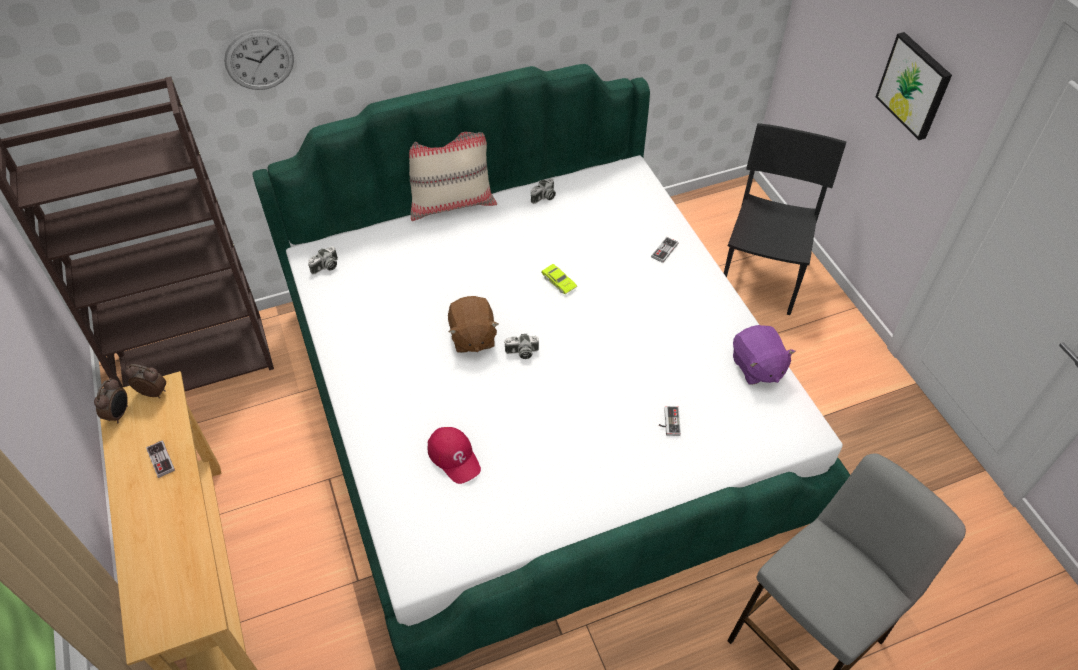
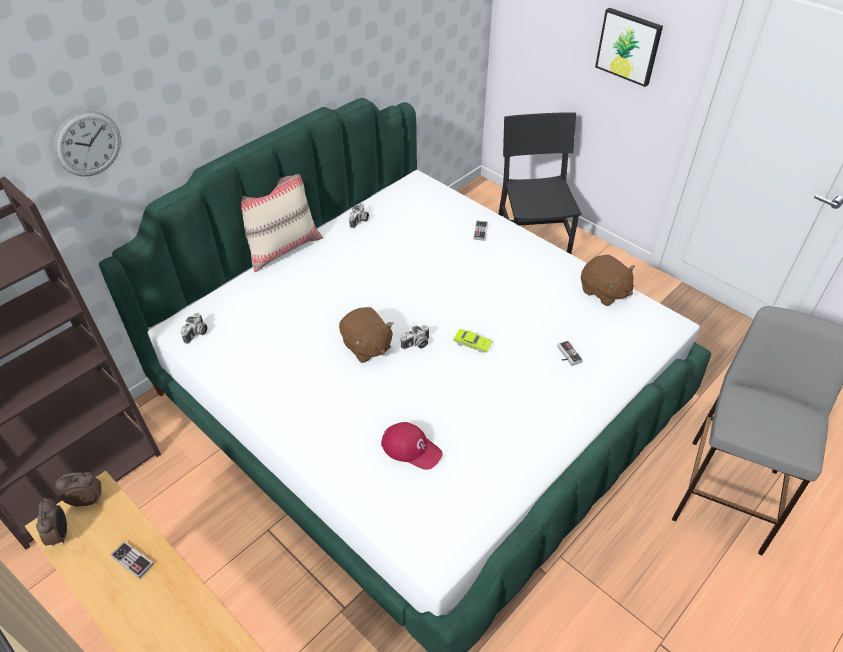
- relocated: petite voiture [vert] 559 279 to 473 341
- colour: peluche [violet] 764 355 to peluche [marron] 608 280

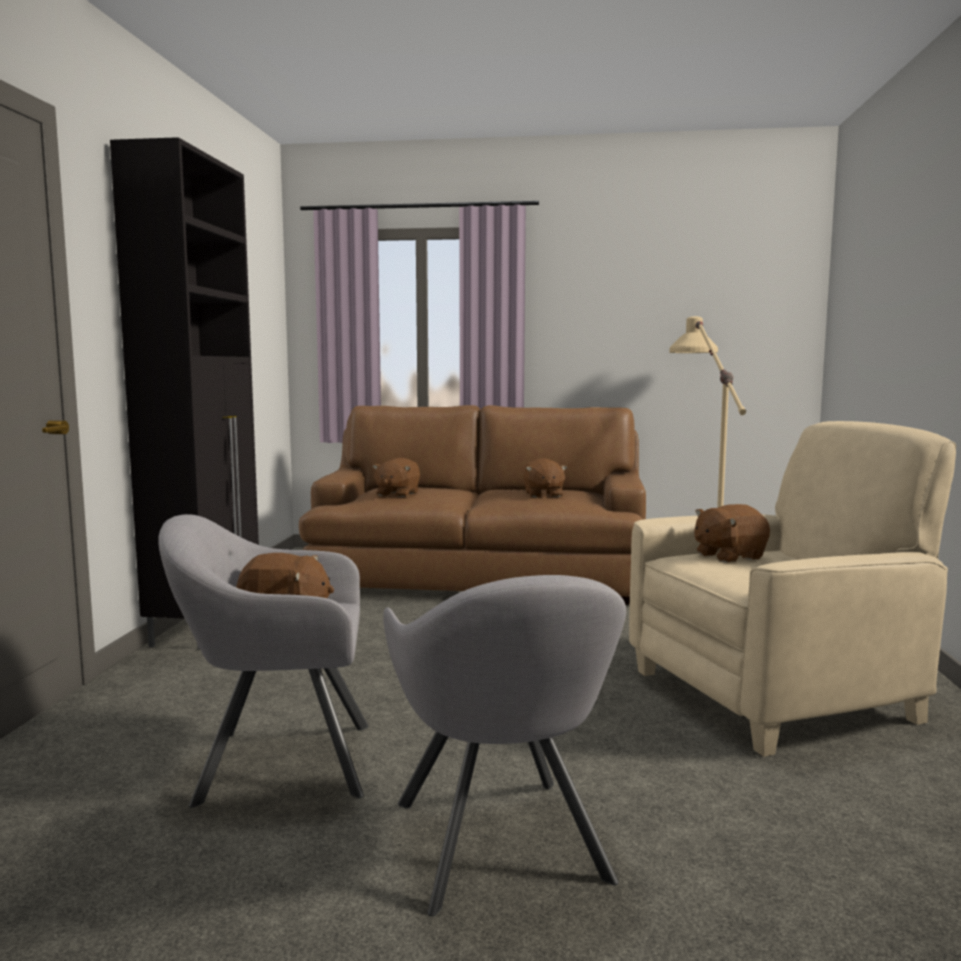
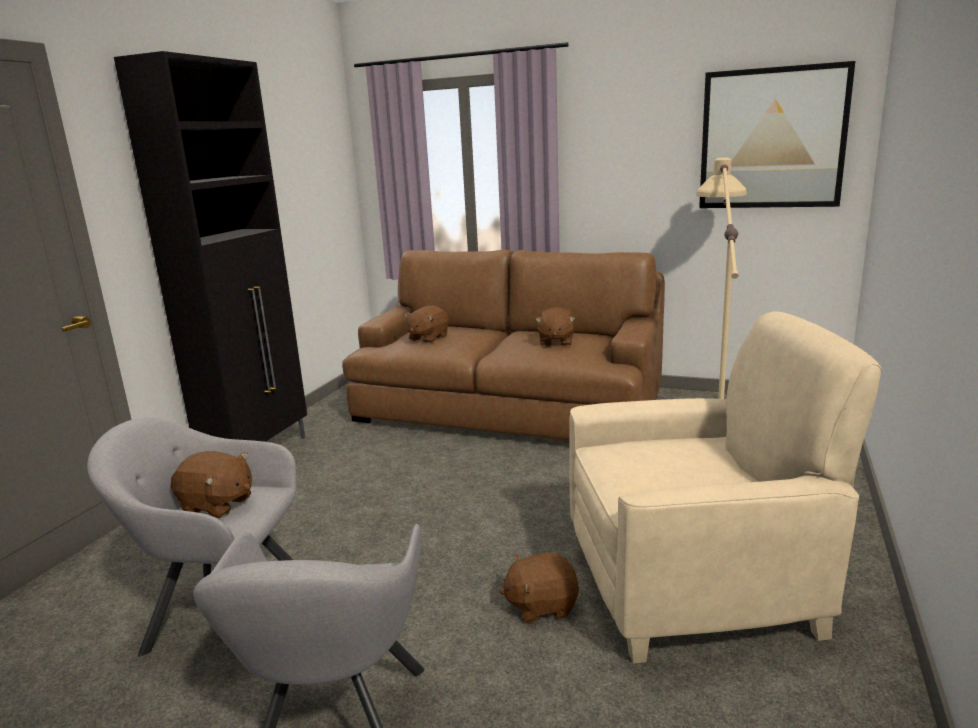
- appeared: tableau 777 134
- relocated: peluche [marron] 732 533 to 539 587

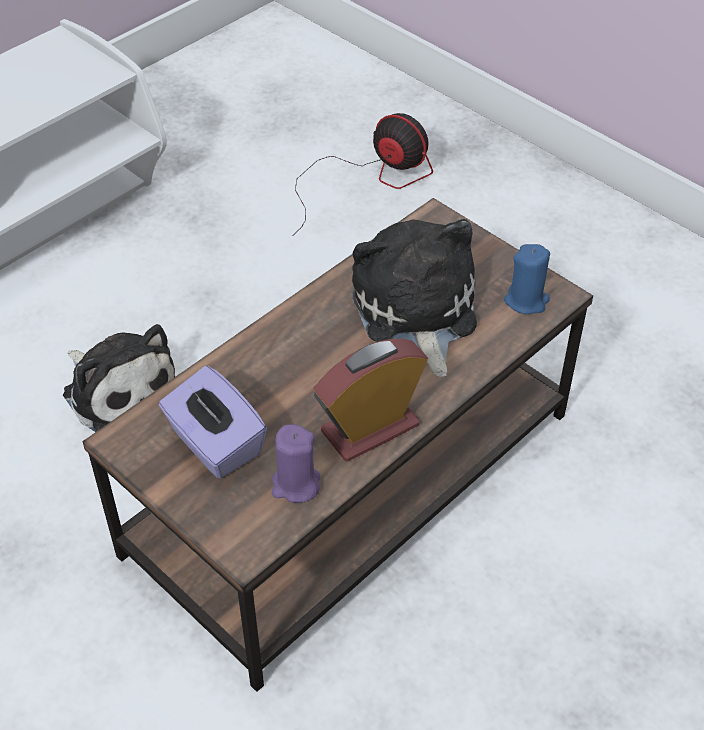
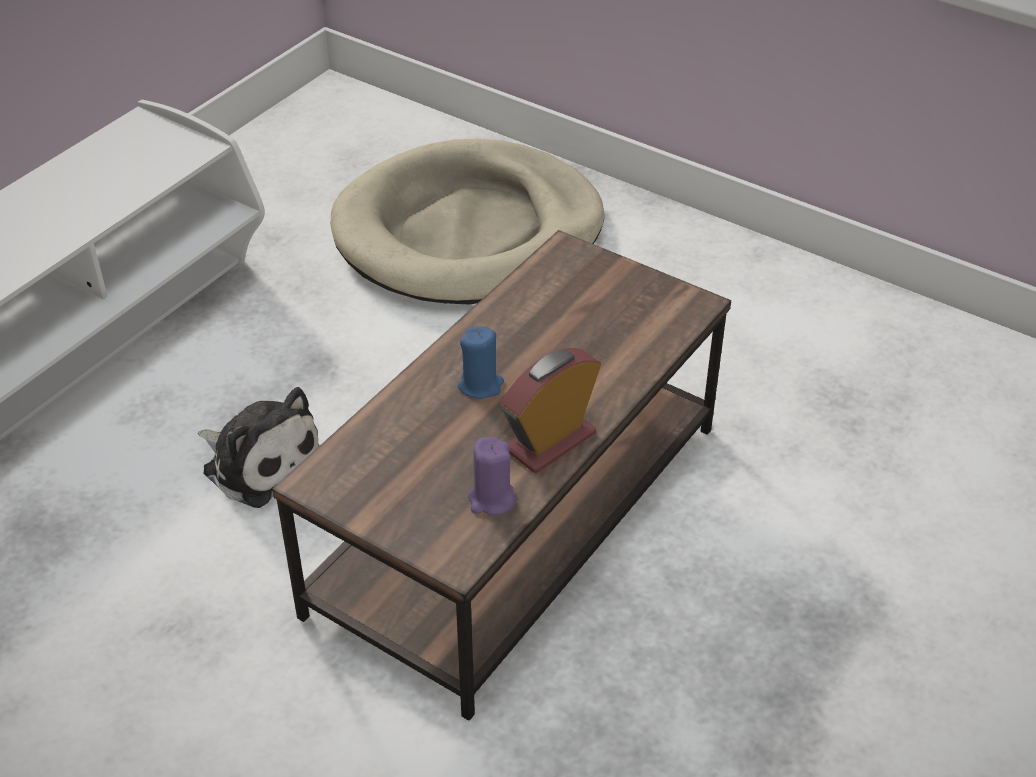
- missing: boîte à mouchoirs [violet] 213 422
- missing: peluche 414 298
- relocated: bougie [bleu] 527 279 to 481 362
- exchanged: ventilateur 362 174 to panier pour chien [beige] 467 221

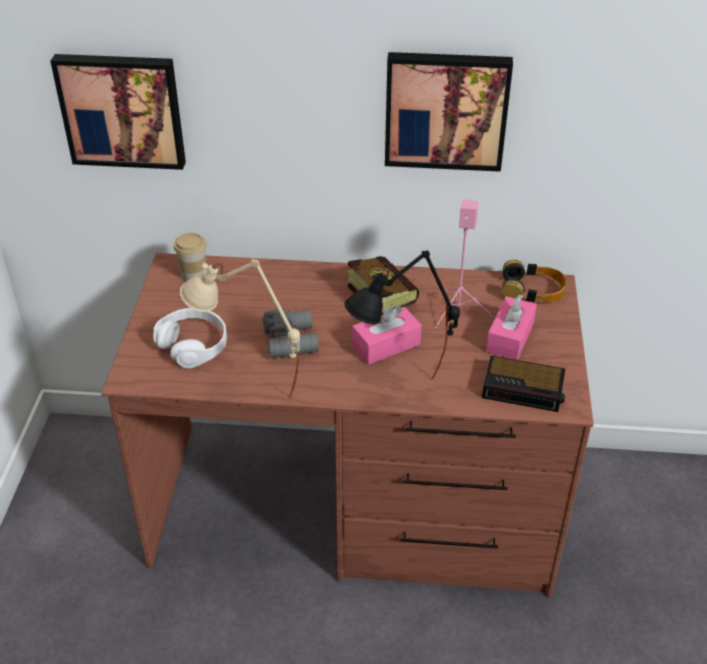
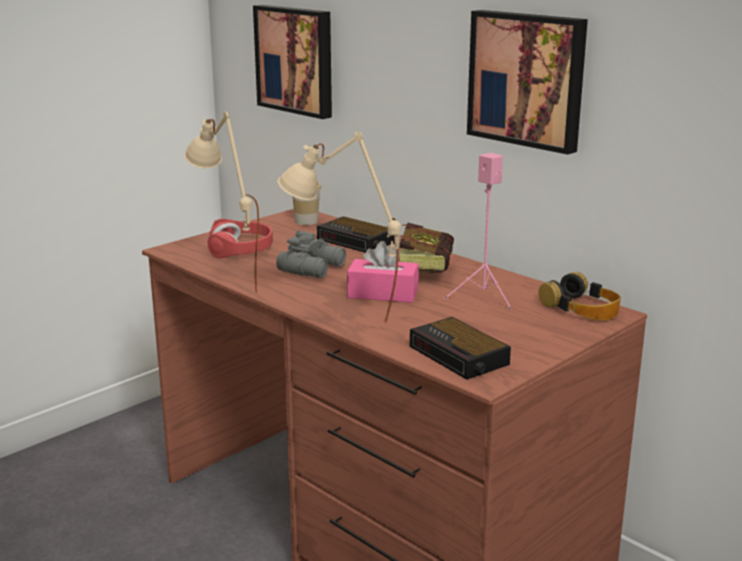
- missing: boîte à mouchoirs [rose] 511 327
- appeared: réveil 355 234
- colour: casque audio [blanc] 190 338 to casque audio [rouge] 240 238
- colour: lampe de table [noir] 402 315 to lampe de table [beige] 339 227

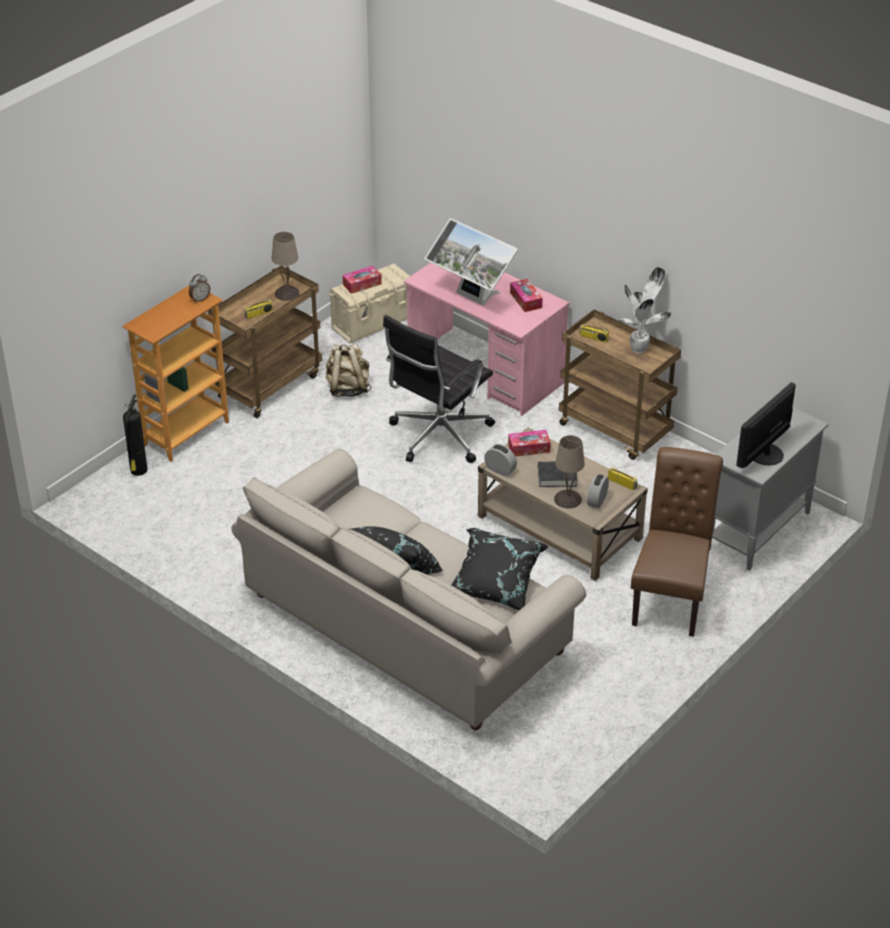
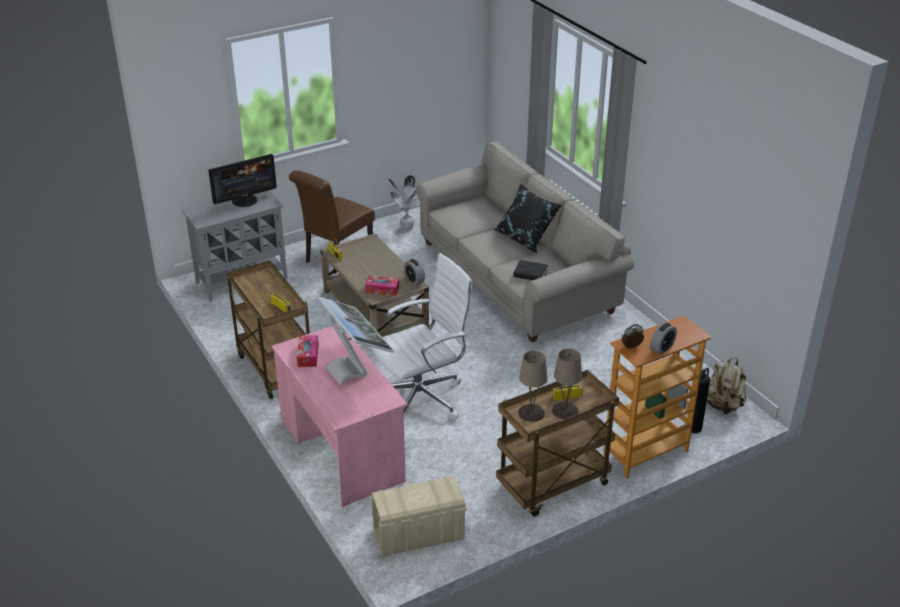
- missing: boîte à mouchoirs 362 280
- missing: coussin [noir] 500 569
- relocated: sac à dos [beige] 348 370 to 726 386
- relocated: livre [noir] 558 474 to 530 270
- relocated: lampe de table [beige] 569 471 to 567 384
- relocated: réveil 598 491 to 663 339
- relocated: plante en pot 644 310 to 404 203
- colour: chaise de bureau [noir] 439 389 to chaise de bureau [blanc] 422 336

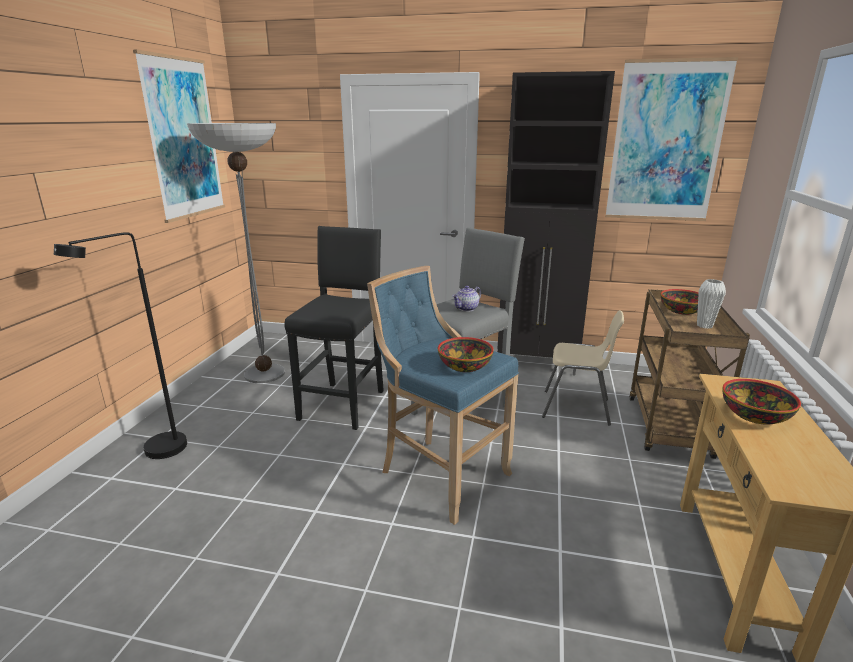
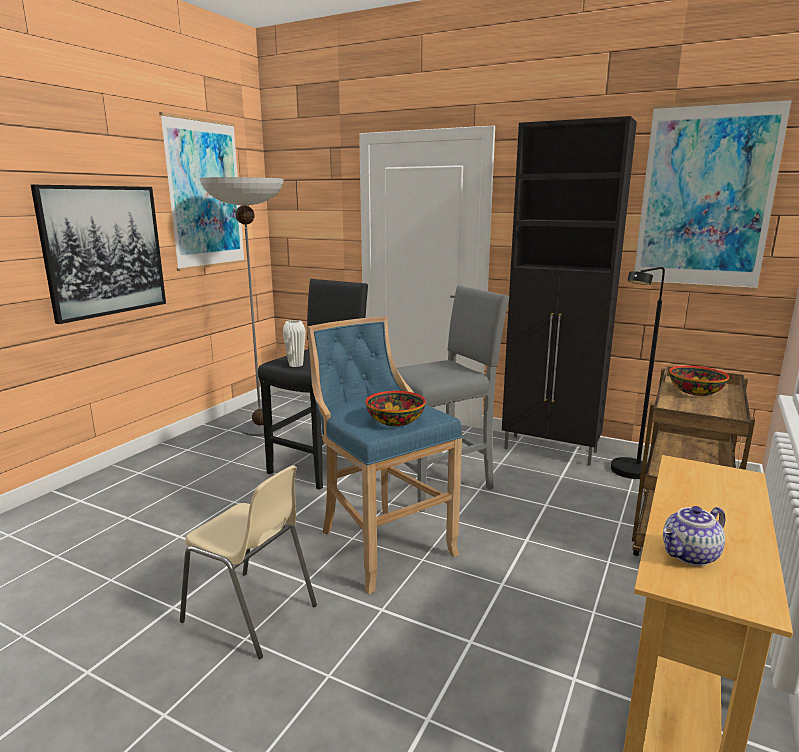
- missing: bol 761 402
- appeared: tableau 98 254
- relocated: lampadaire [noir] 120 345 to 638 373
- relocated: théière 466 299 to 694 536
- relocated: chaise [beige] 583 368 to 248 562
- relocated: vase [blanc] 711 304 to 294 343

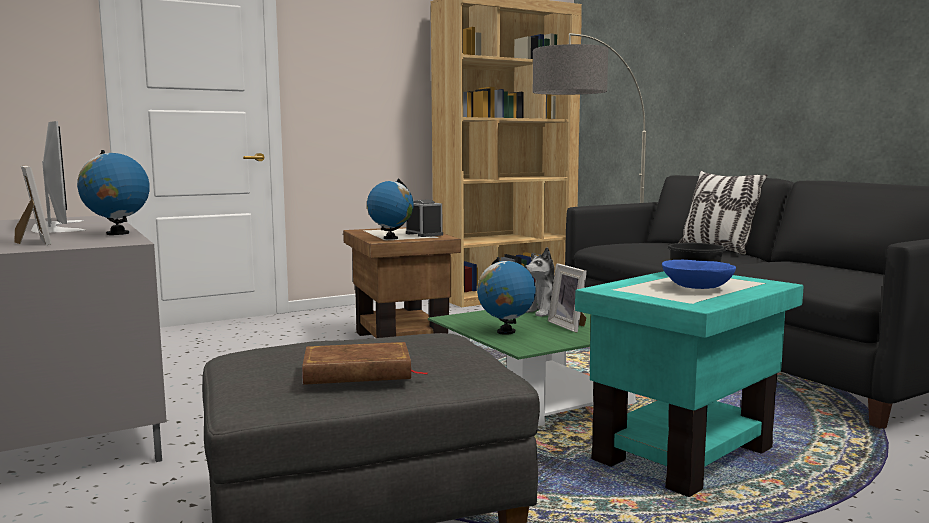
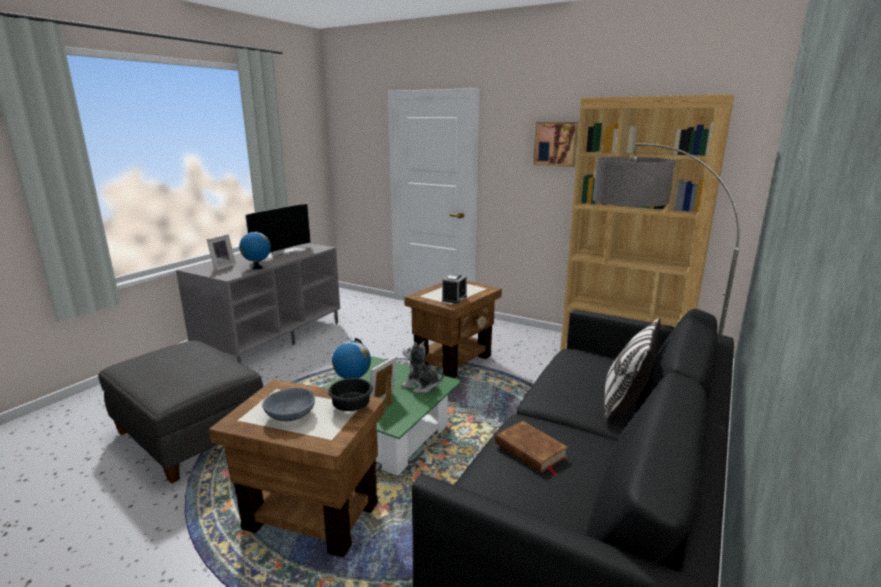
- missing: globe 390 209
- appeared: tableau 556 144
- relocated: livre [marron] 365 363 to 531 448
- colour: table d'appoint [turquoise] 689 384 to table d'appoint [marron] 297 468
- colour: bol [bleu] 699 274 to bol [gris] 288 404

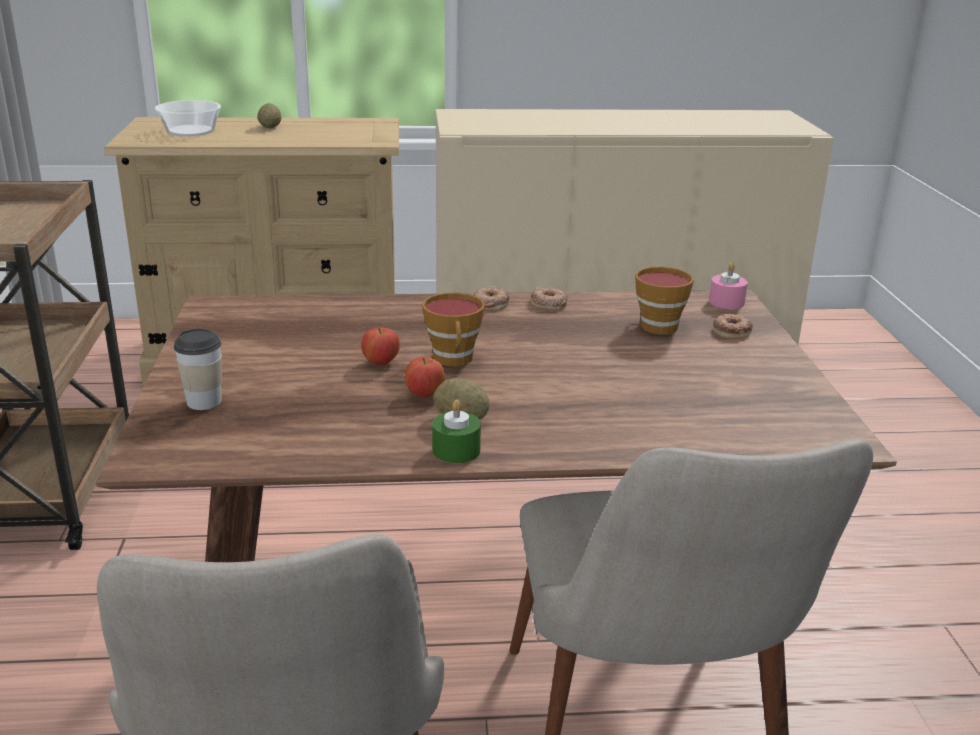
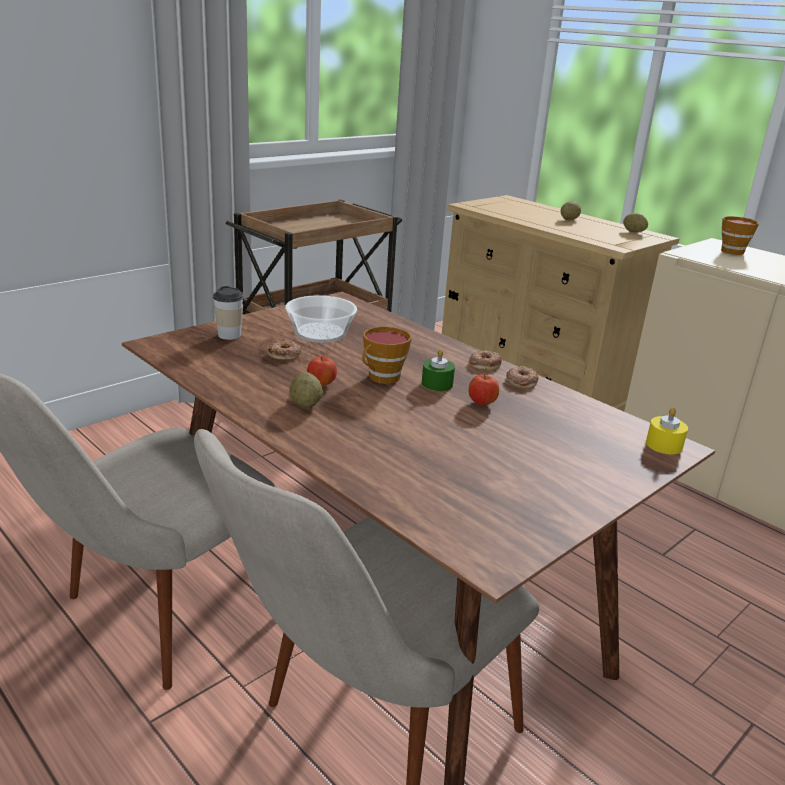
- appeared: pomme de terre 635 222
- relocated: bol 188 118 to 321 319
- relocated: pomme 380 346 to 484 390
- relocated: bougie [vert] 456 432 to 438 370
- relocated: tasse 664 301 to 740 235
- relocated: beignet 733 326 to 285 350
- colour: bougie [rose] 728 285 to bougie [jaune] 667 430

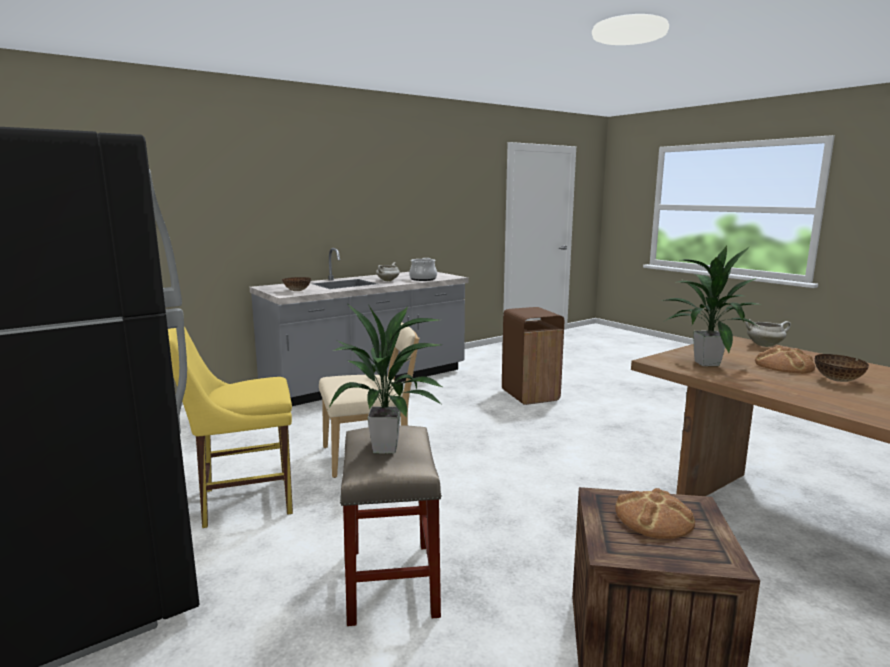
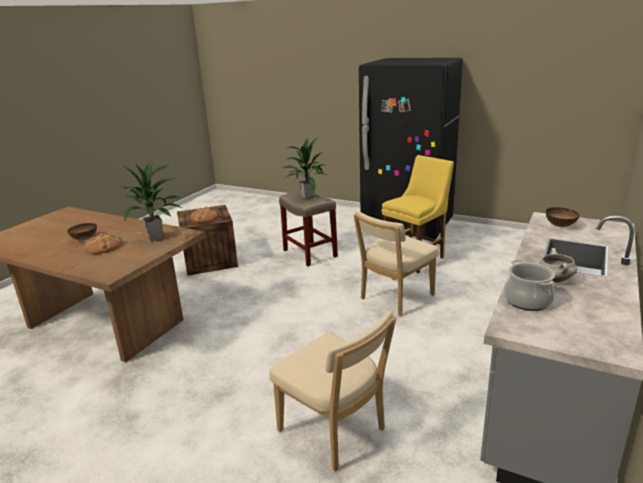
- missing: marmite [blanc] 768 333
- exchanged: poubelle [marron] 533 356 to chaise [beige] 332 391

